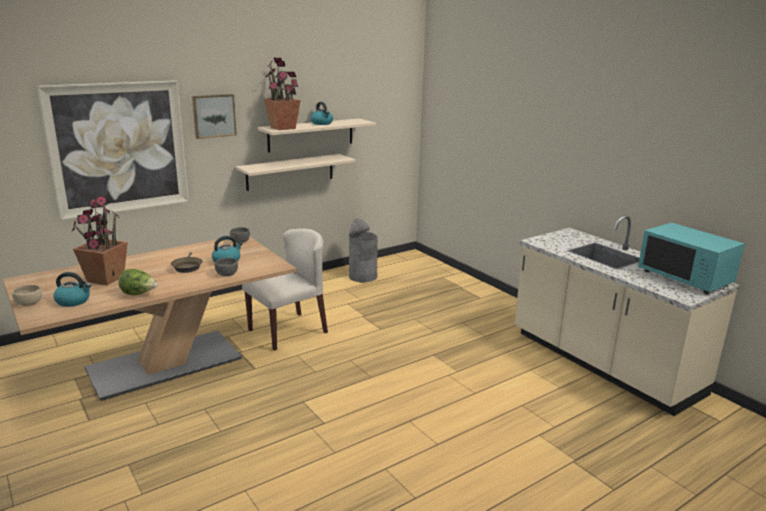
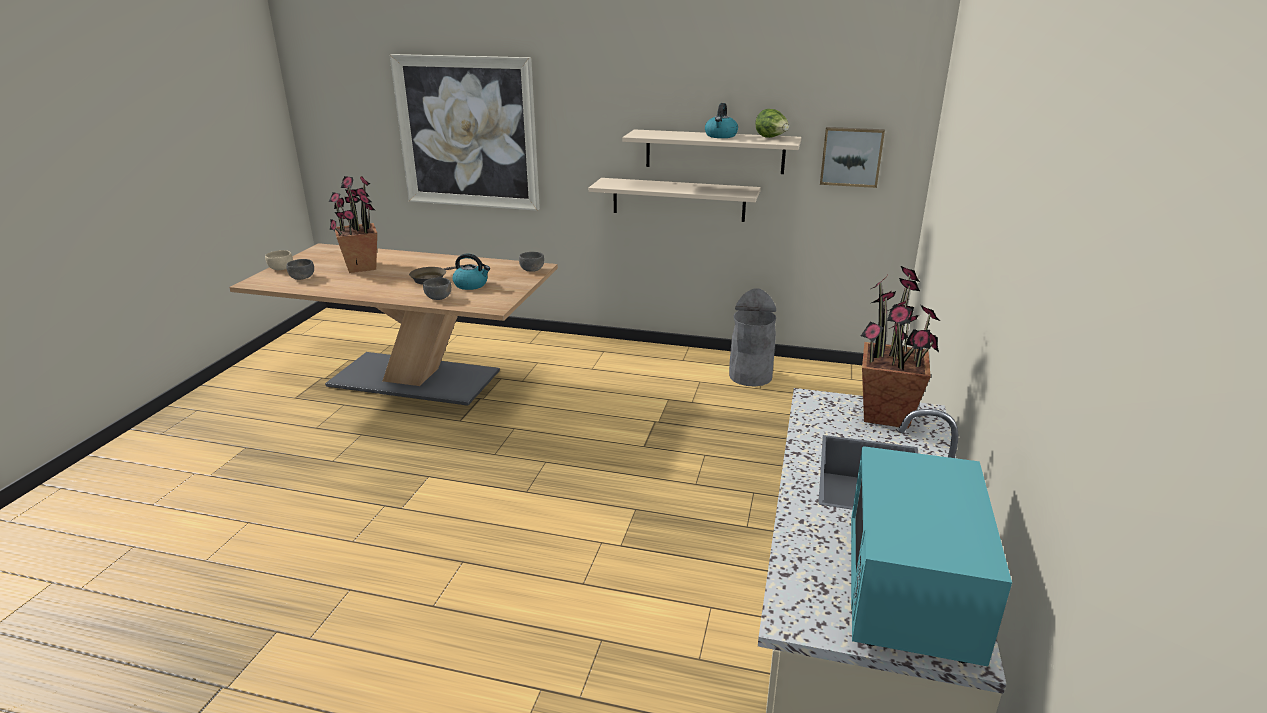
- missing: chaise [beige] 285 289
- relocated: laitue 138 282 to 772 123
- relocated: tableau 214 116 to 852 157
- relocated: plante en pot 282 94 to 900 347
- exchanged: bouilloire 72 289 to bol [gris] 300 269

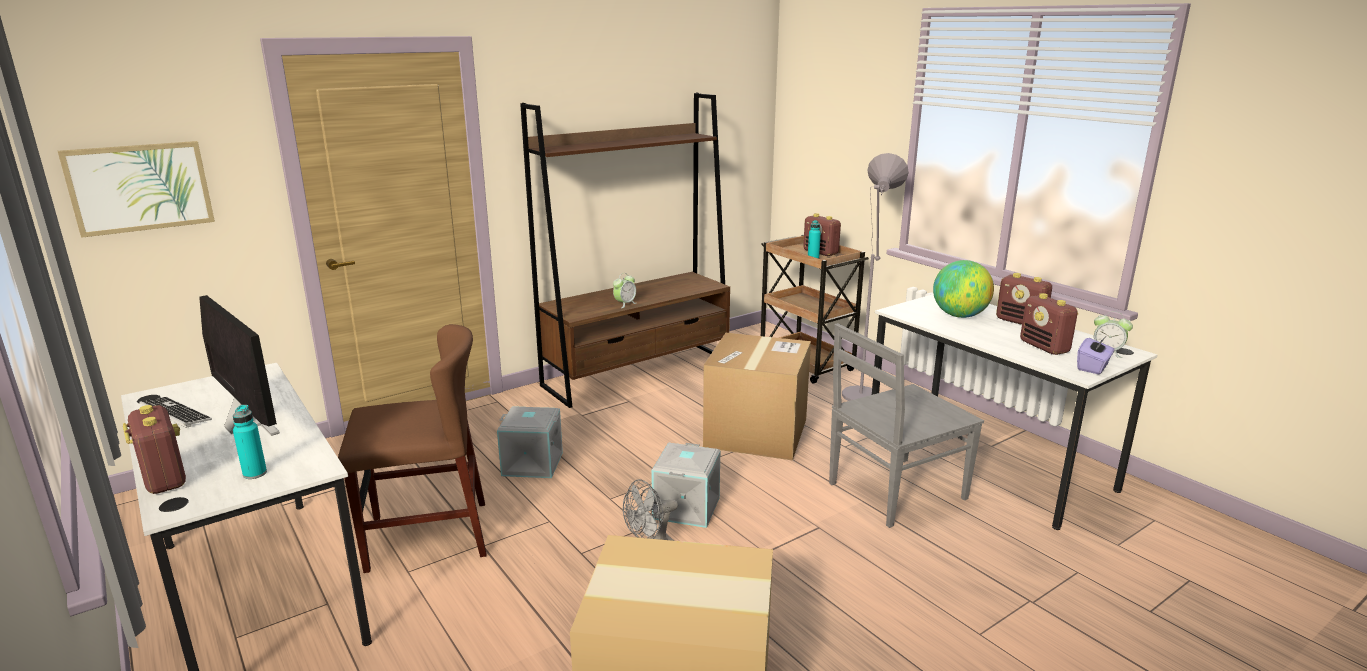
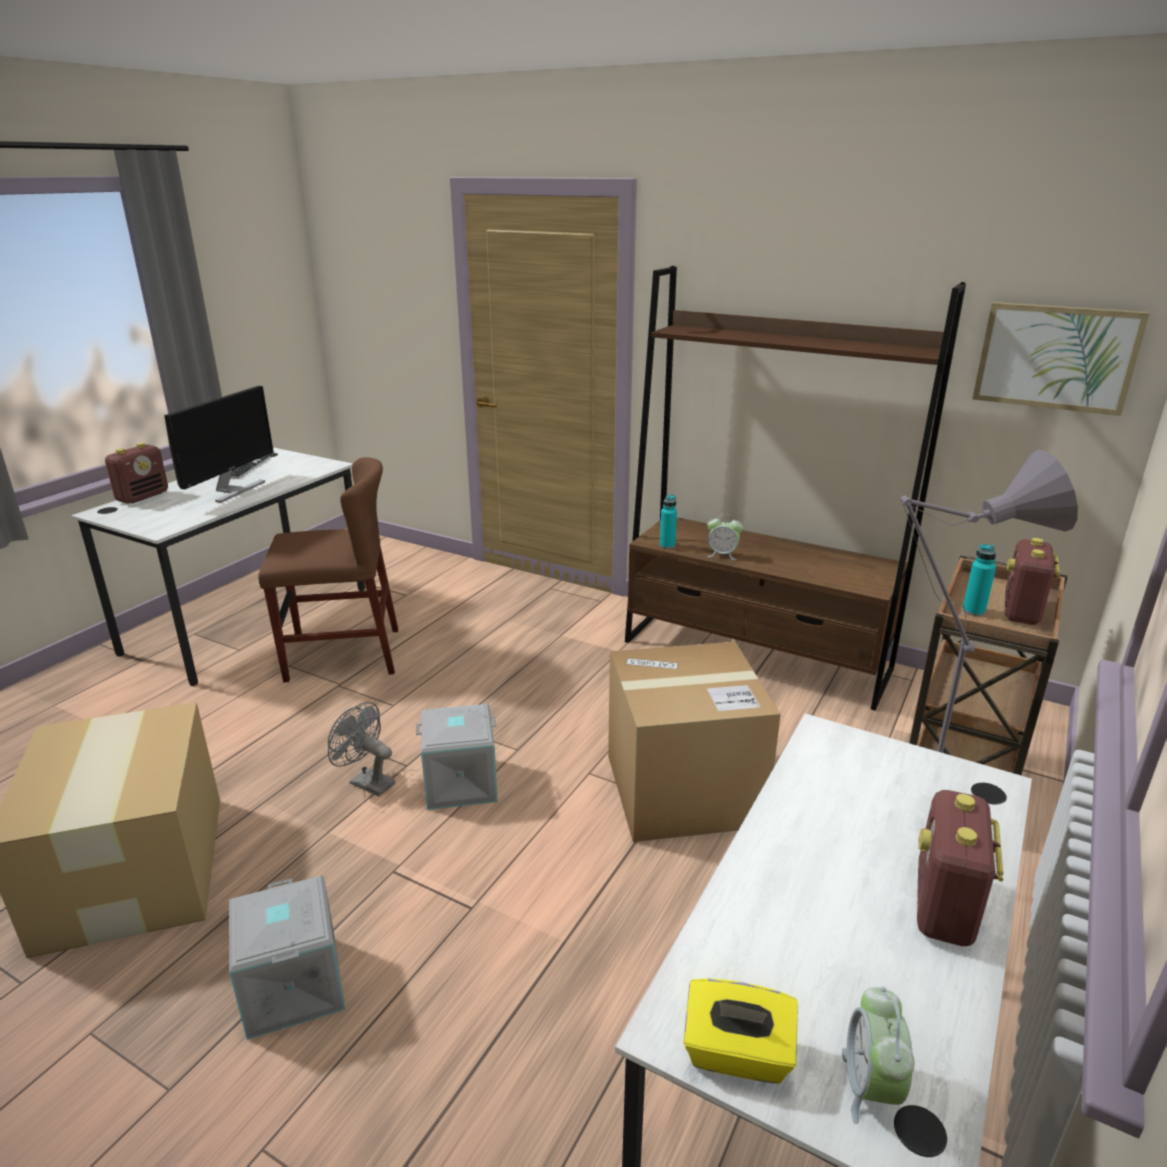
- missing: chaise [gris] 906 425
- missing: globe 963 289
- missing: radio 1049 324
- relocated: tableau 136 189 to 1061 359
- relocated: bouteille [turquoise] 250 442 to 668 522
- relocated: boîte de rangement [gris] 530 442 to 287 958
- colour: boîte à mouchoirs [violet] 1095 355 to boîte à mouchoirs [jaune] 741 1031
- spun: chaise [marron] 412 448 = 328 569 60 degrees counterclockwise

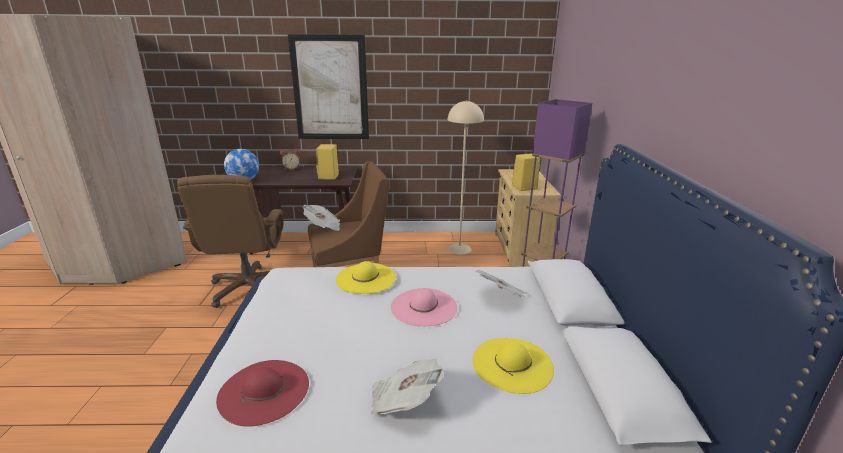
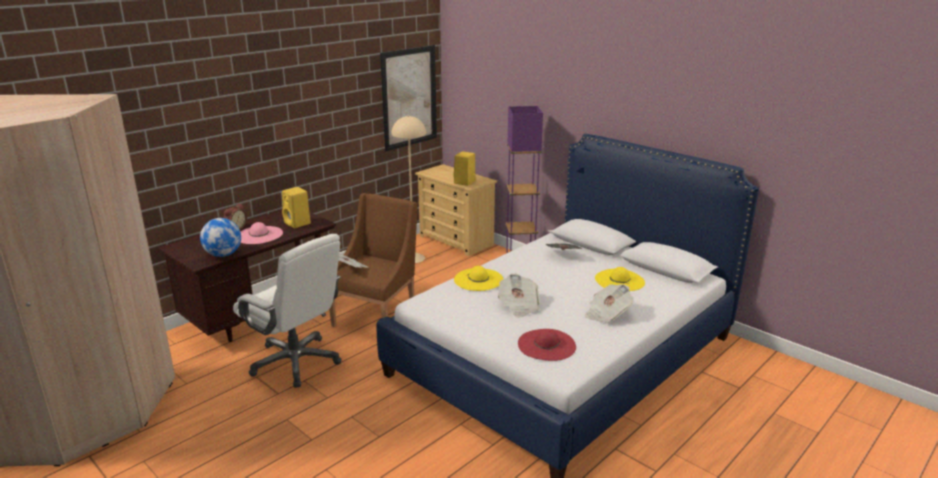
- appeared: journal 519 296
- relocated: tableau 328 86 to 408 98
- relocated: chapeau [rose] 424 307 to 261 233
- colour: chaise de bureau [marron] 230 241 to chaise de bureau [blanc] 287 311

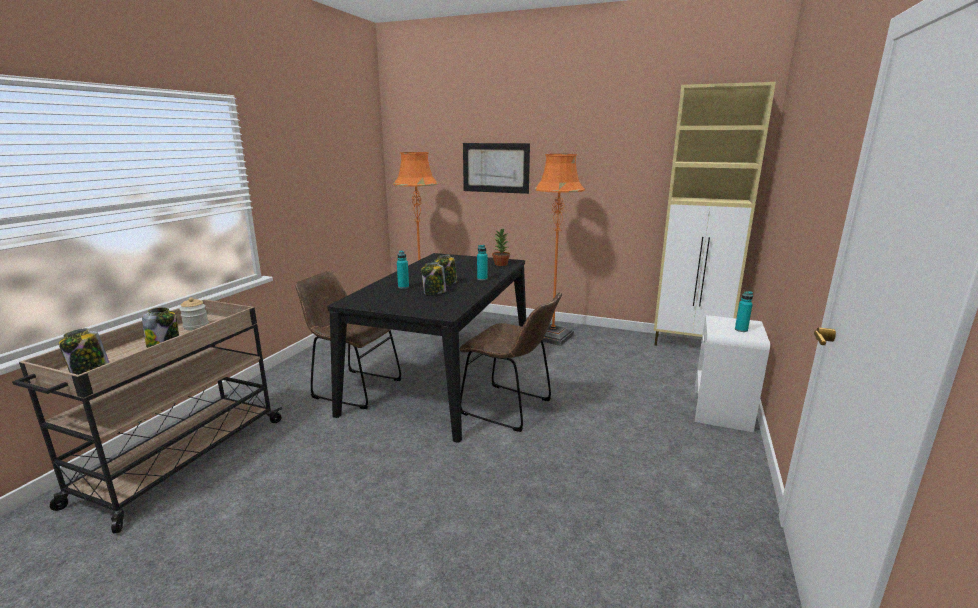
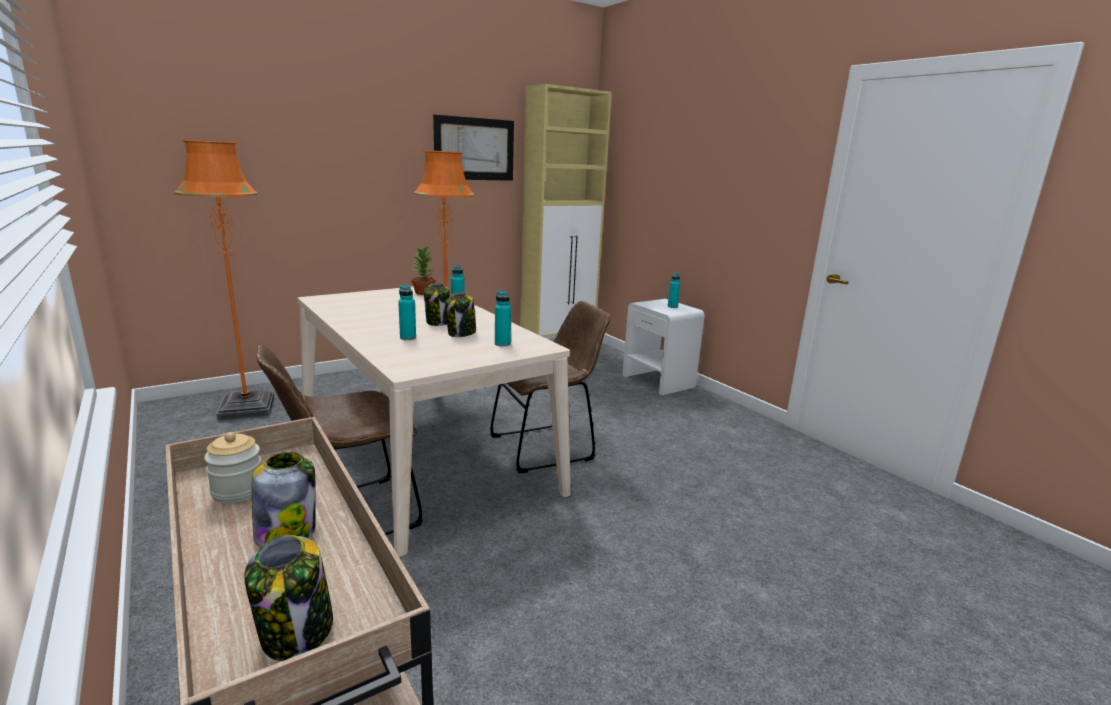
- appeared: bouteille [turquoise] 503 319
- relocated: tableau 496 168 to 473 148
- colour: table à manger [noir] 426 348 to table à manger [beige] 434 422

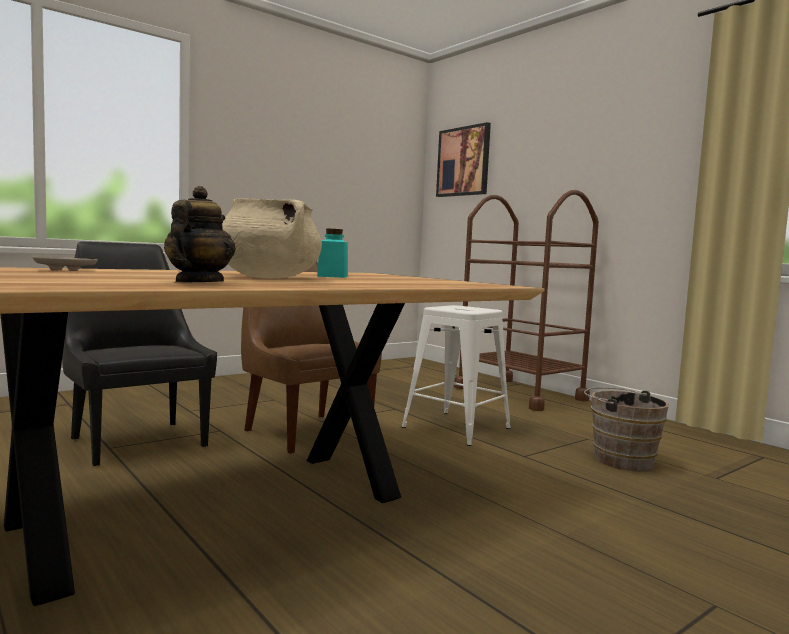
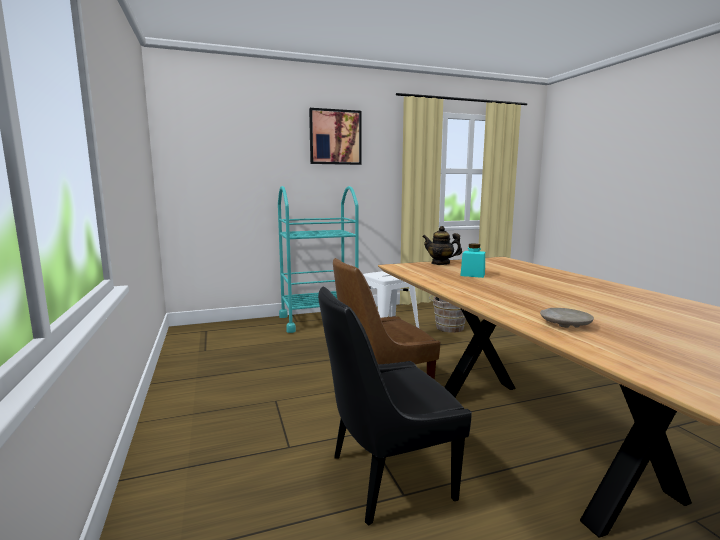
- missing: marmite [beige] 272 238
- relocated: théière 200 234 to 442 245
- relocated: tableau 463 159 to 335 136
- colour: chariot [marron] 526 300 to chariot [turquoise] 318 259

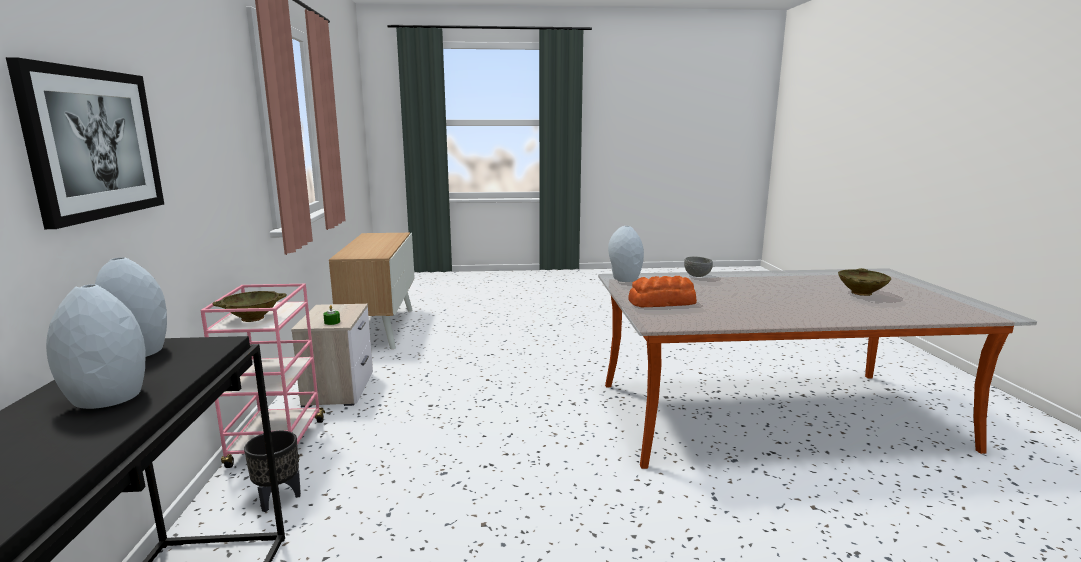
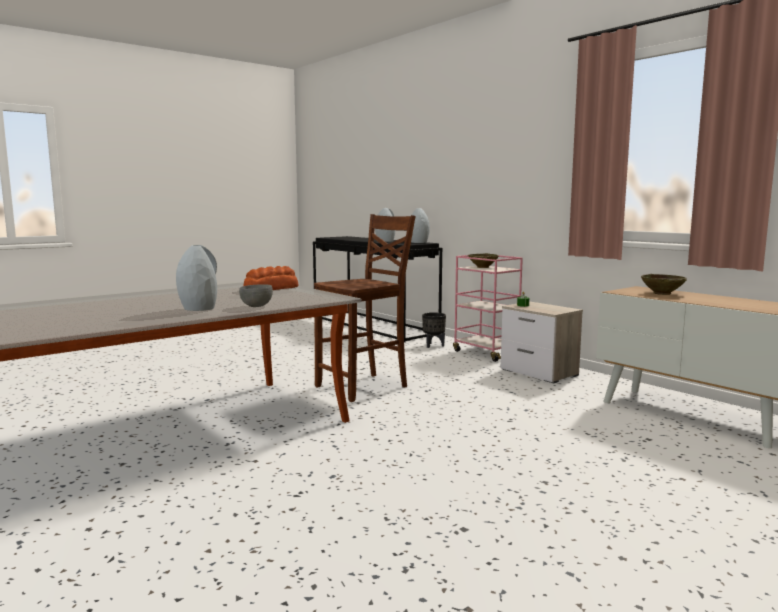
- missing: tableau 85 143
- appeared: chaise [marron] 364 308
- relocated: vase [gris] 626 254 to 196 278
- relocated: bol [beige] 864 282 to 664 284

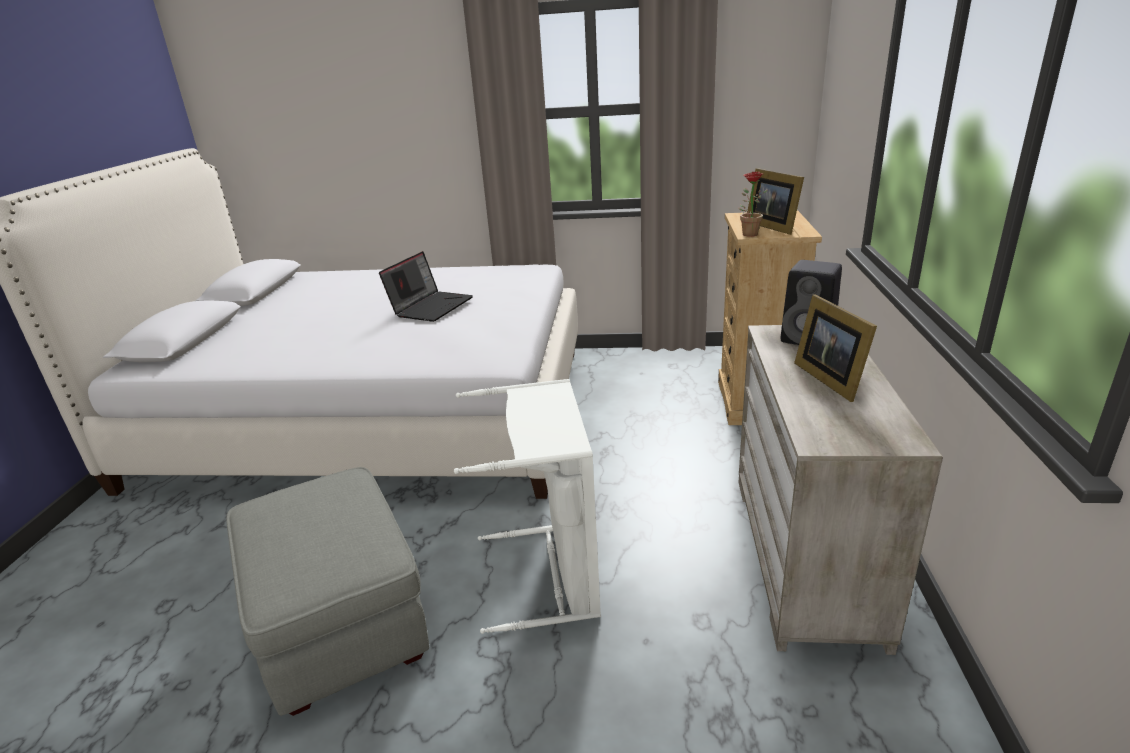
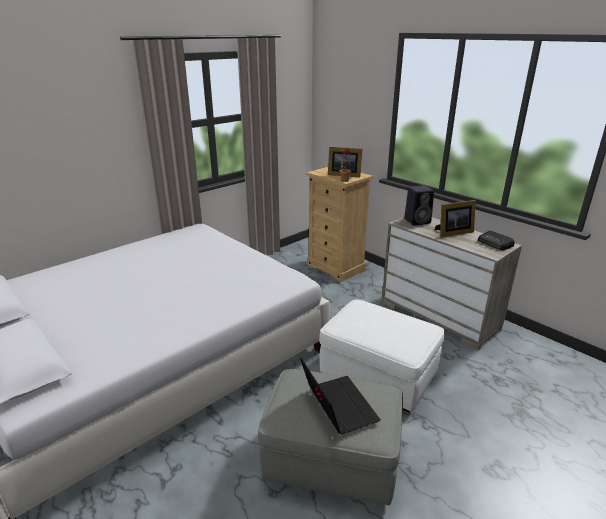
- appeared: radio 496 240
- relocated: ordinateur portable 426 286 to 340 396
- exchanged: panier à linge [blanc] 527 506 to pouf [blanc] 382 355
- spun: cadre photo 835 348 = 455 218 45 degrees counterclockwise

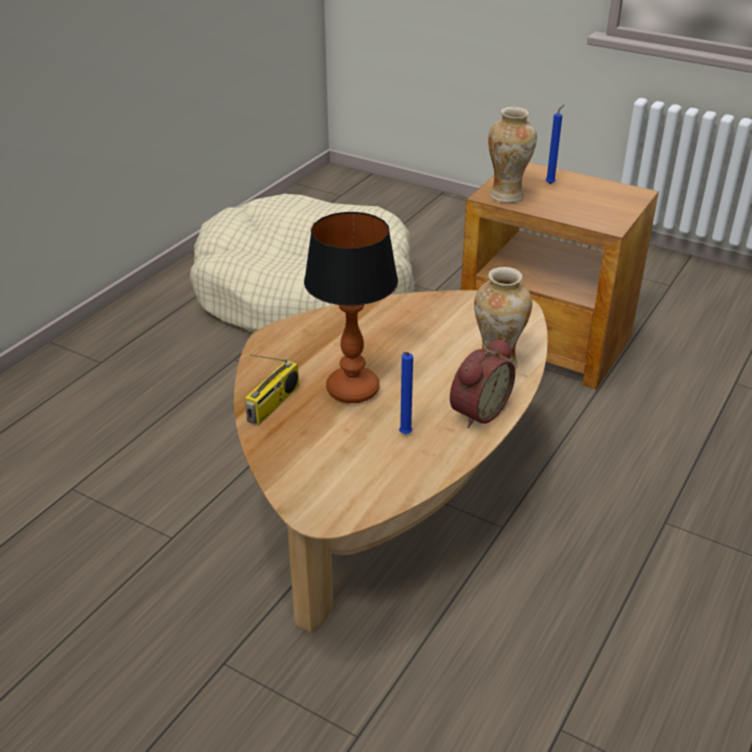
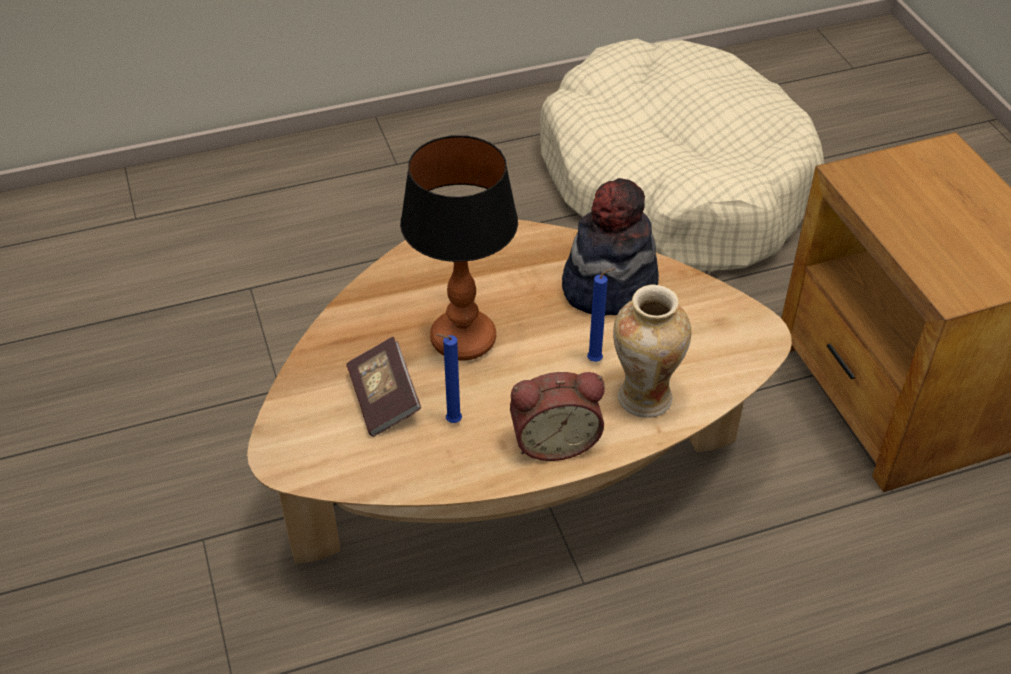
- missing: radio 272 389
- missing: vase 512 155
- appeared: livre 383 387
- appeared: chapeau 610 247
- relocated: bougie [bleu] 555 144 to 601 315

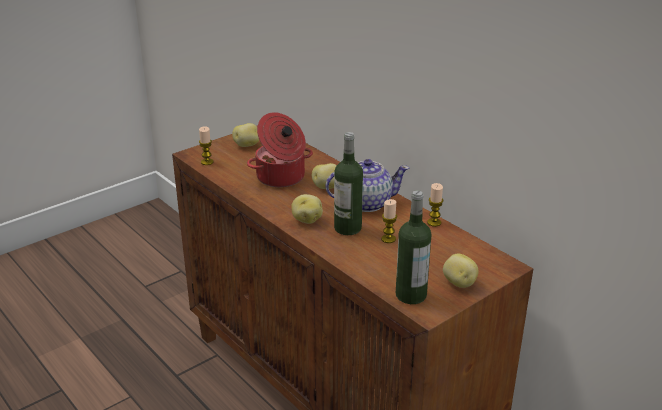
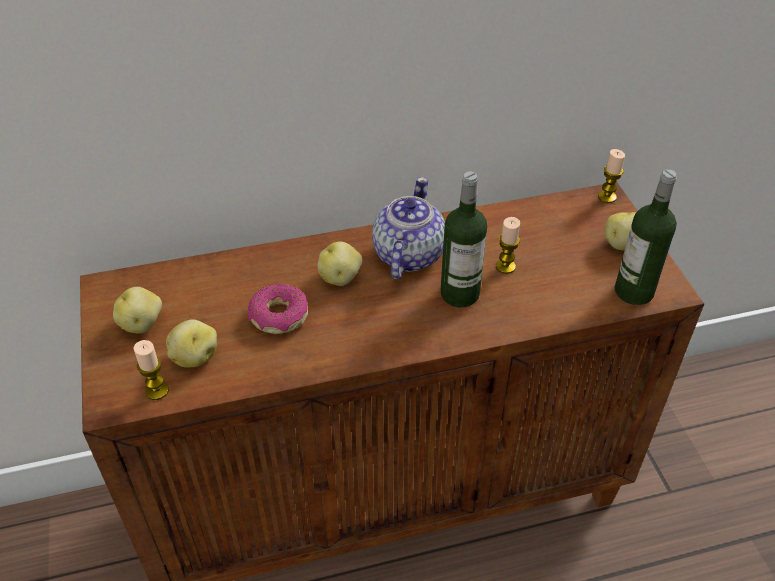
- relocated: pomme de terre 307 209 to 191 343
- relocated: bougie 435 205 to 611 176
- exchanged: marmite 280 149 to beignet 278 309

